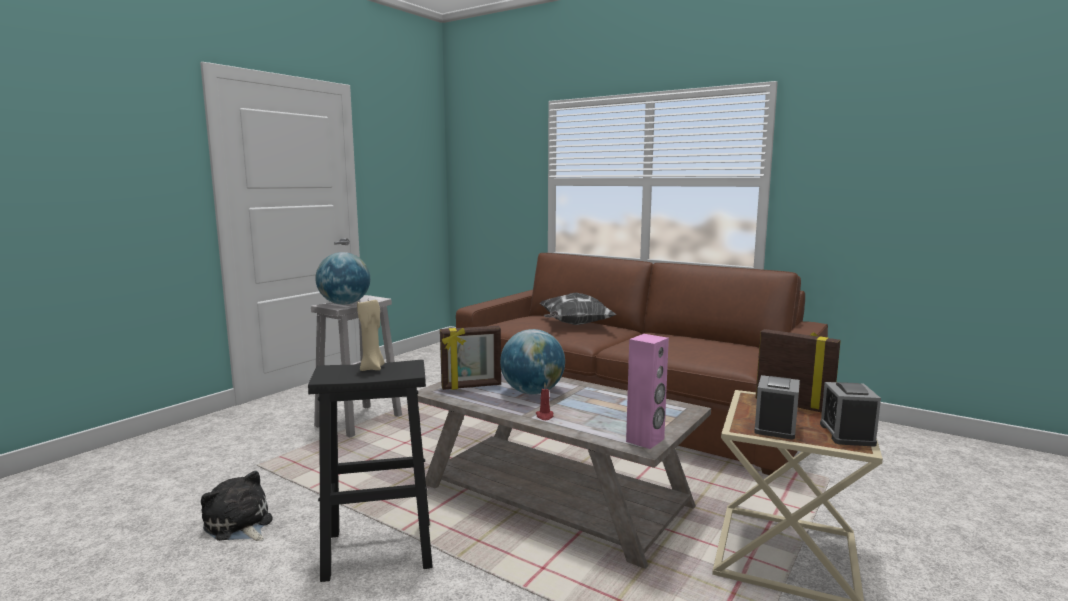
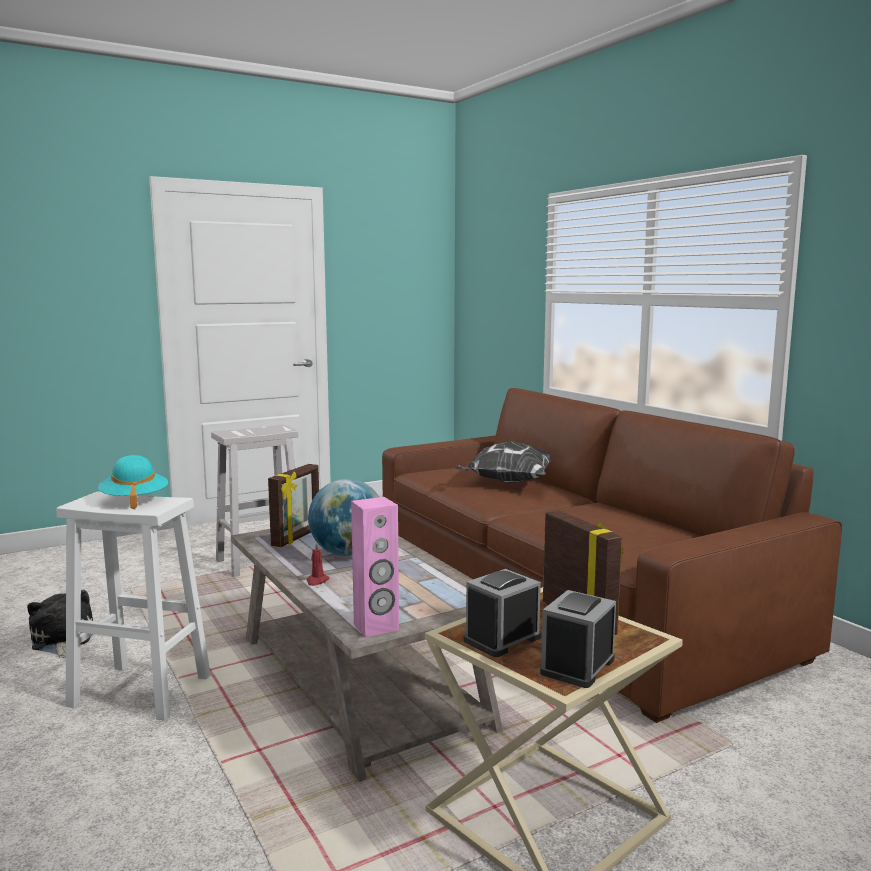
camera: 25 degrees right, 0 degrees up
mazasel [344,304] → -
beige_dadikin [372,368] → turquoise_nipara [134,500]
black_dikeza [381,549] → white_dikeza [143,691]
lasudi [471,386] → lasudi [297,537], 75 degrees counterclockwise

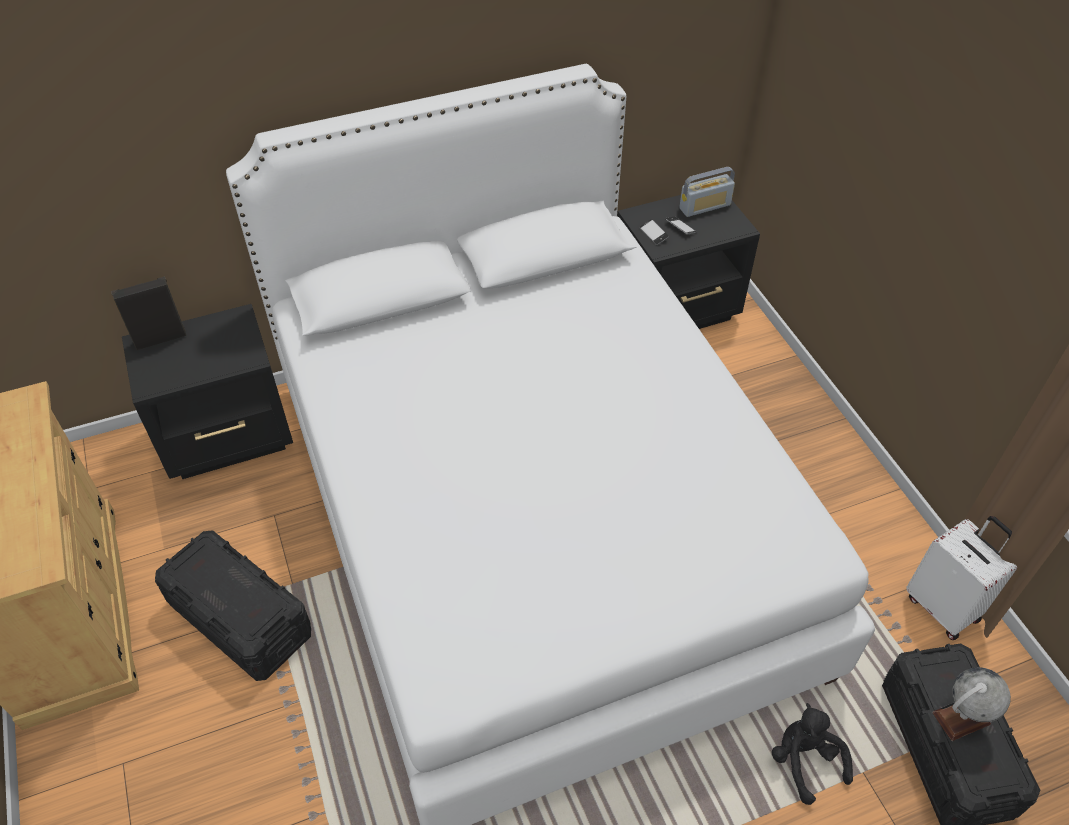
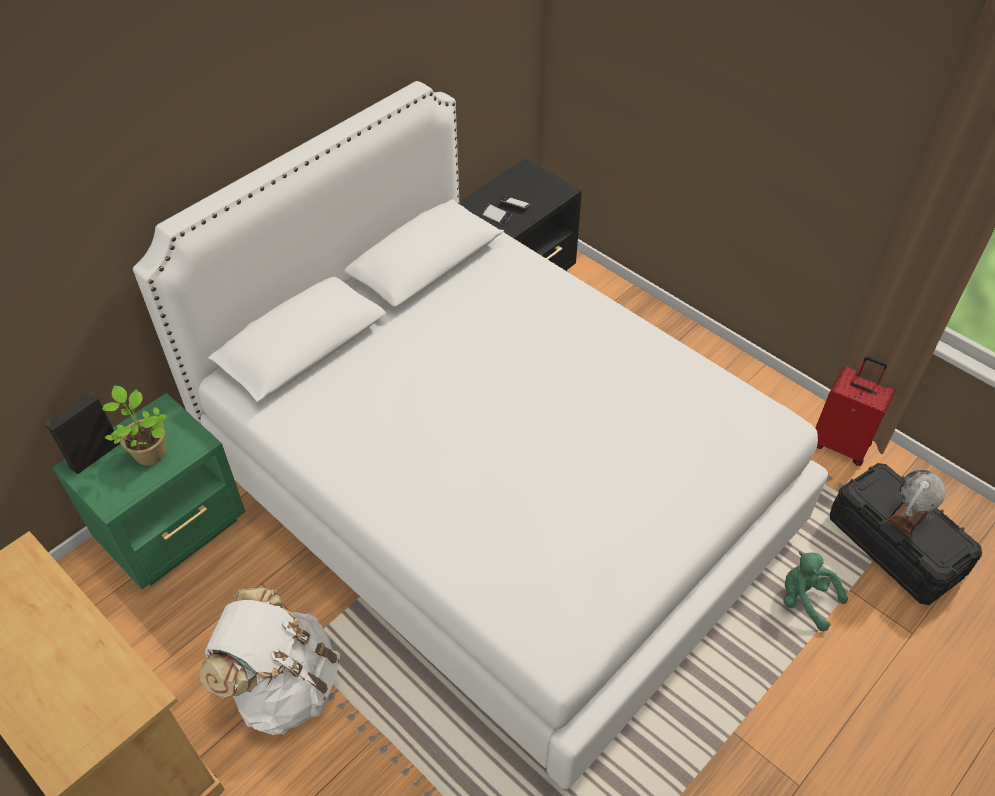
camera: 25 degrees left, 0 degrees up
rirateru [705,206] → -
- → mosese [149,452]
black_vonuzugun [241,618] → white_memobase [284,685]
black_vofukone [230,437] → green_vofukone [175,530]
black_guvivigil [804,761] → green_guvivigil [805,600]
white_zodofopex [943,607] → red_zodofopex [841,443]

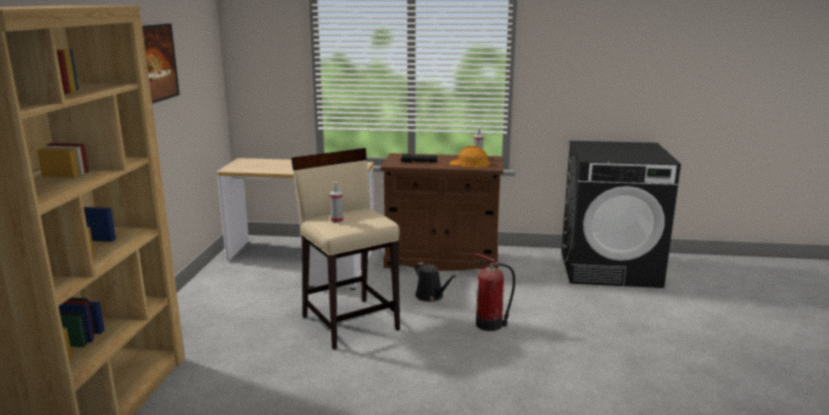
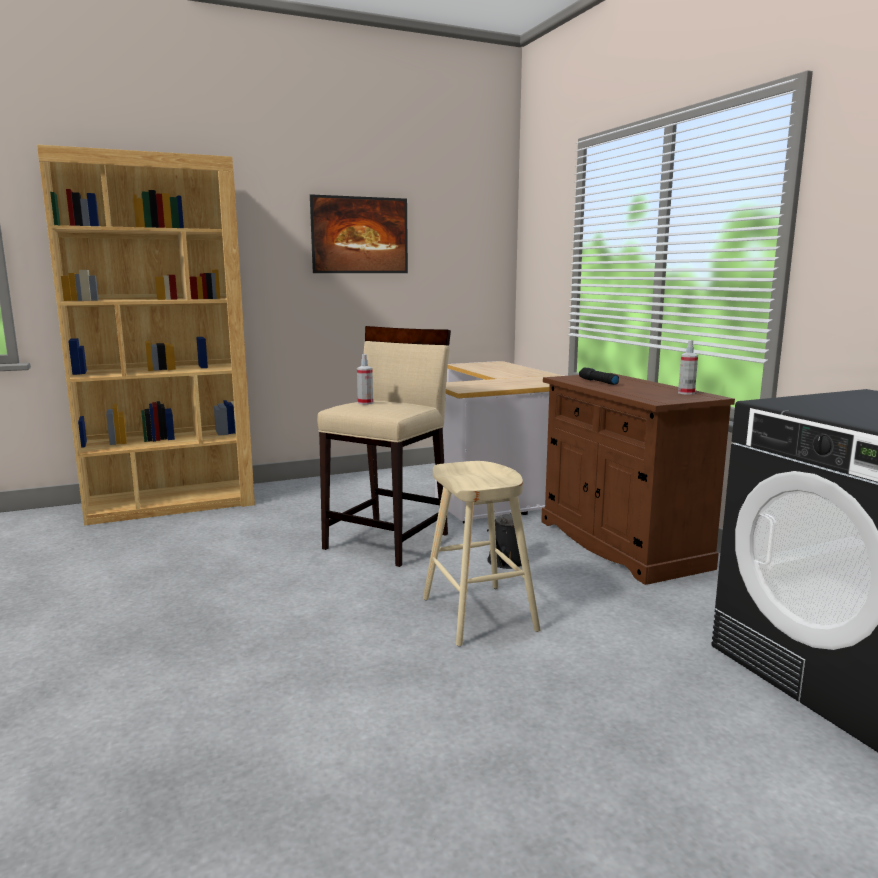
camera: 60 degrees right, 5 degrees down
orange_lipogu [470,164] → -
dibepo [491,324] → beige_dikeza [478,614]

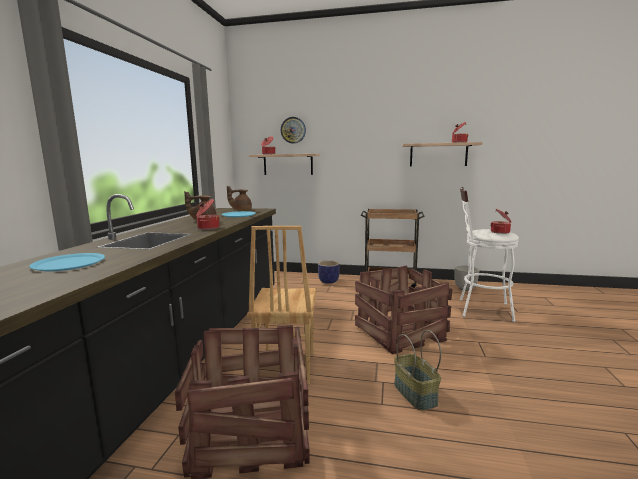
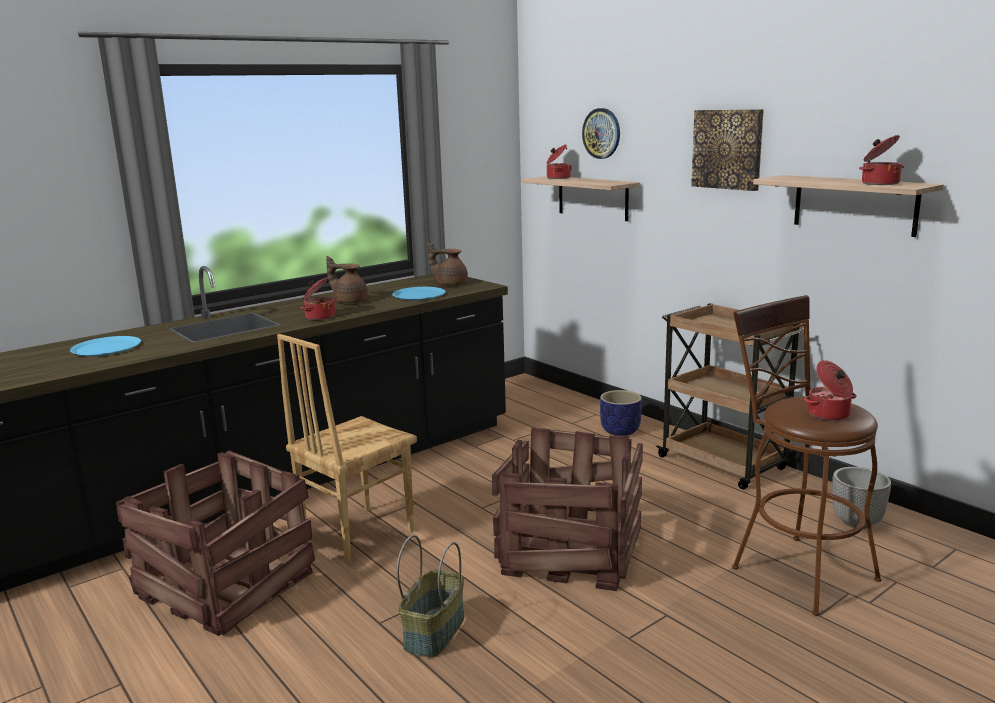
camera: 40 degrees right, 5 degrees up
- → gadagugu [727,149]
white_dikeza [479,309] → brown_dikeza [794,568]

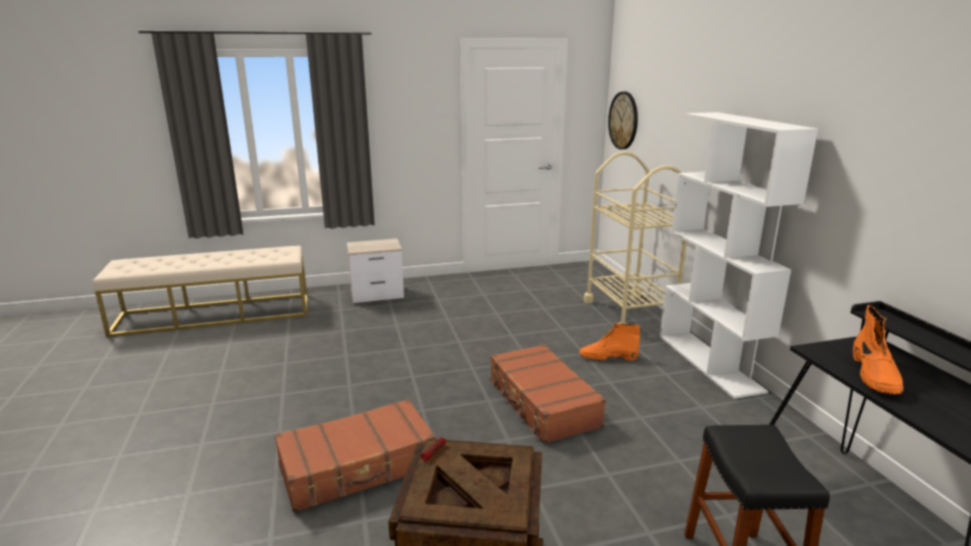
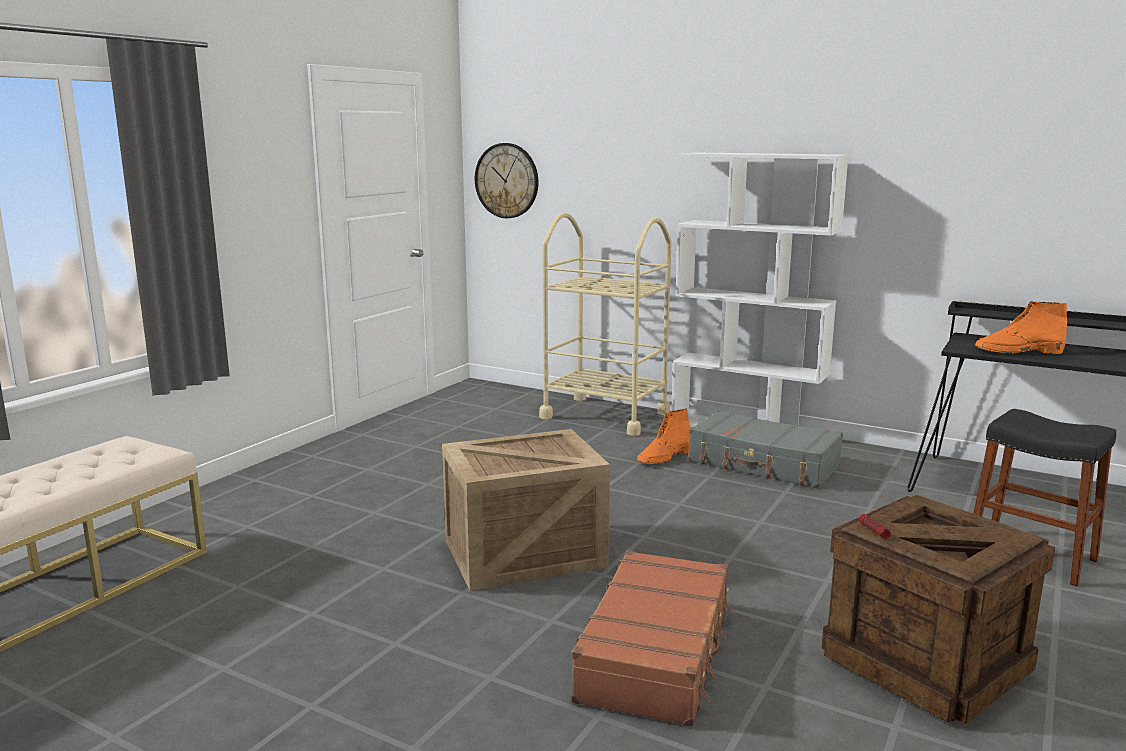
camera: 45 degrees left, 5 degrees down
vofukone [378,295] → -
brown_zodofopex [542,403] → -
- → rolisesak [526,553]
- → grey_zodofopex [763,464]
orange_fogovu [875,375] → orange_fogovu [1017,352], 120 degrees clockwise

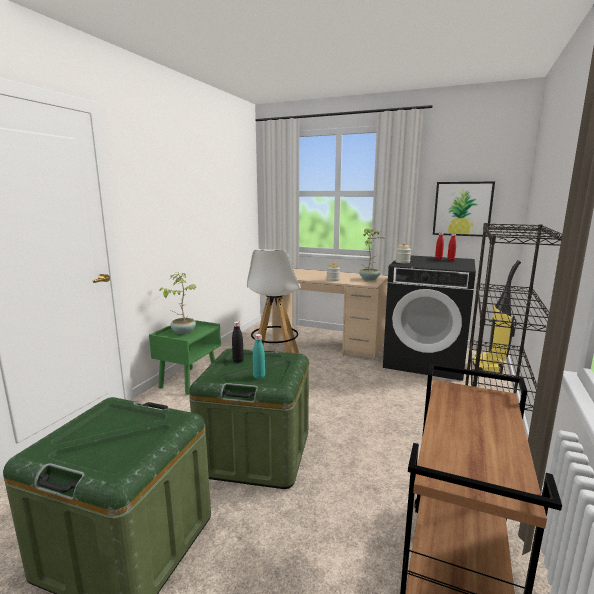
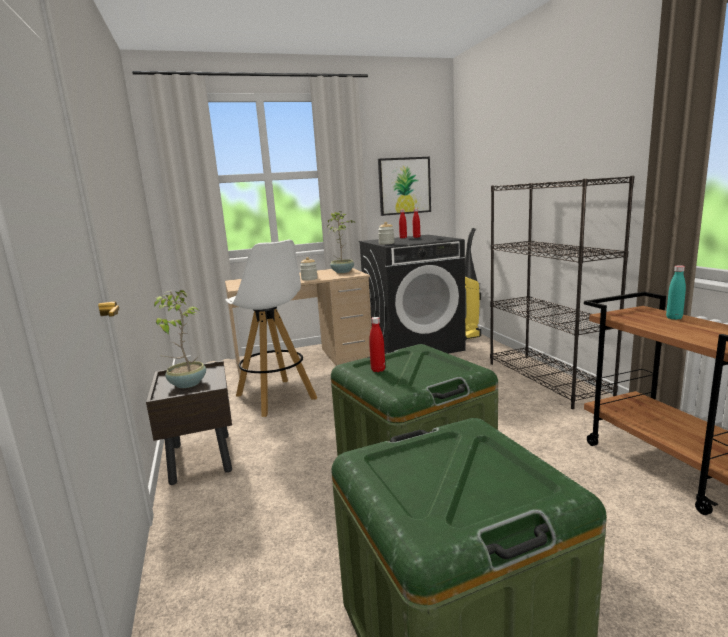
camera: 40 degrees left, 0 degrees up
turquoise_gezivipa [259,377] → turquoise_gezivipa [674,318], shifted
green_vofukone [189,380] → brown_vofukone [201,458]
black_gezivipa [238,361] → red_gezivipa [378,370]

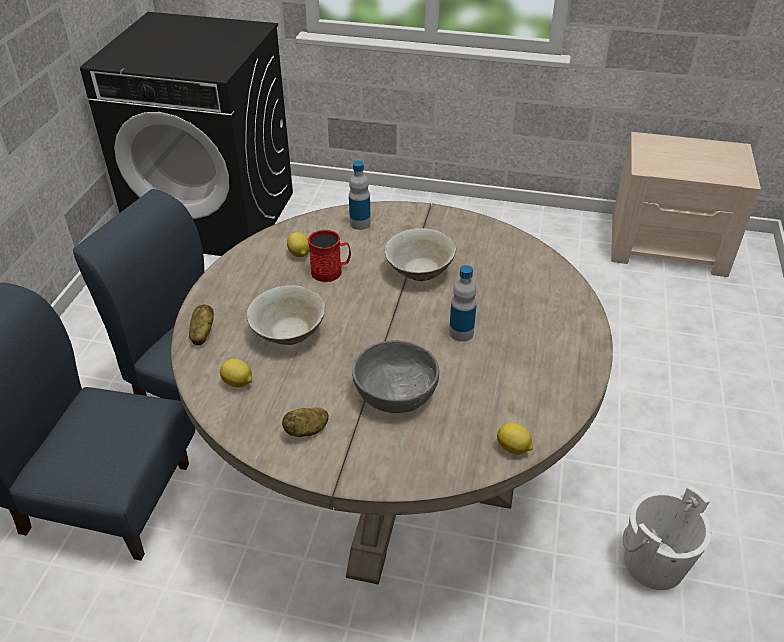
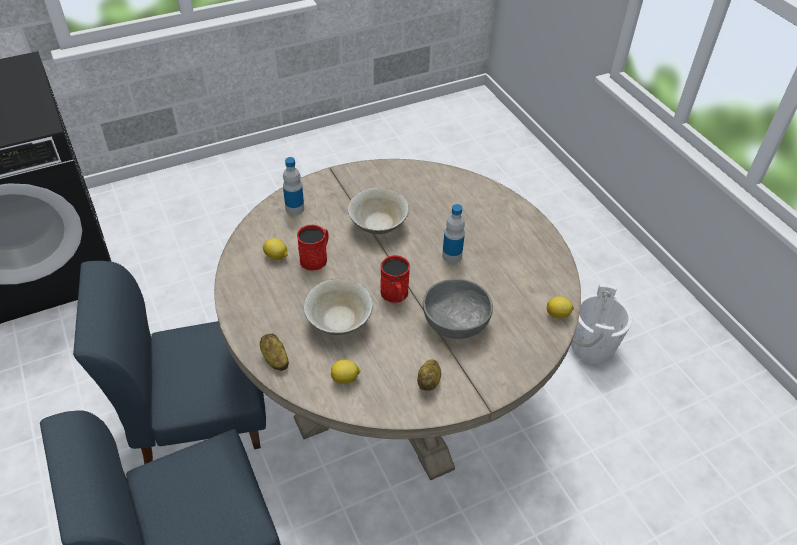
camera: 40 degrees left, 5 degrees up
beige_vofukone [668,245] → -
- → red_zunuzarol [395,295]

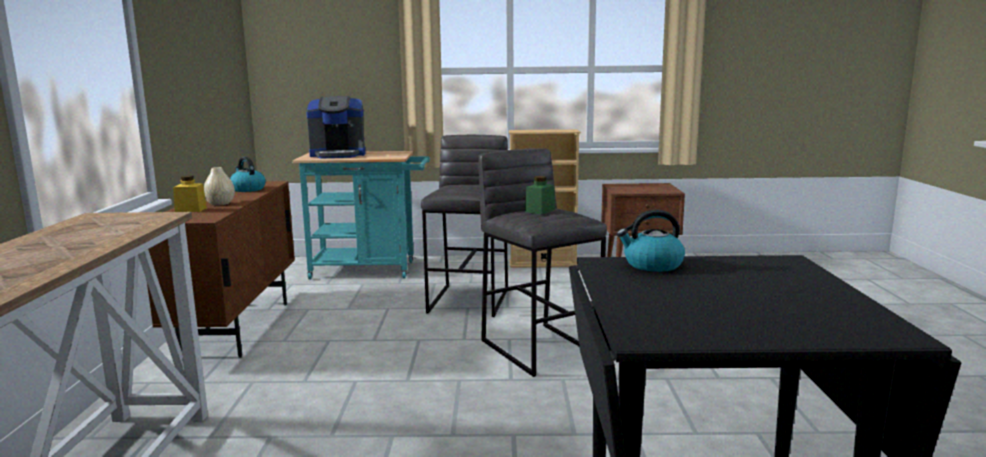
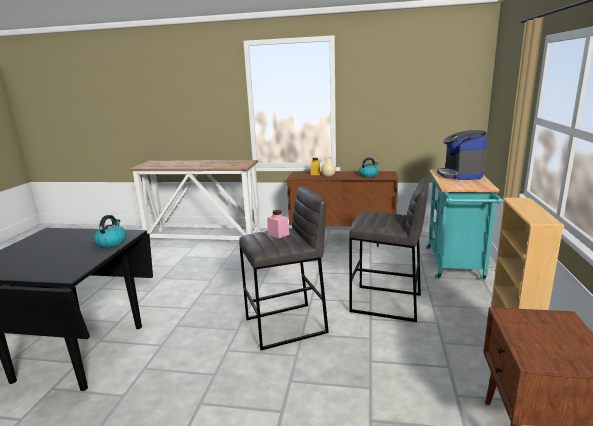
camera: 100 degrees right, 5 degrees up
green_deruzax [540,211] → pink_deruzax [278,234]

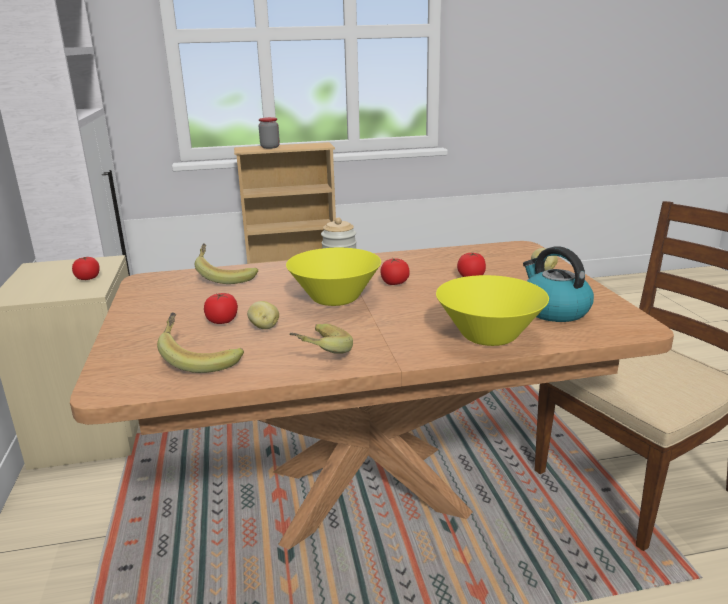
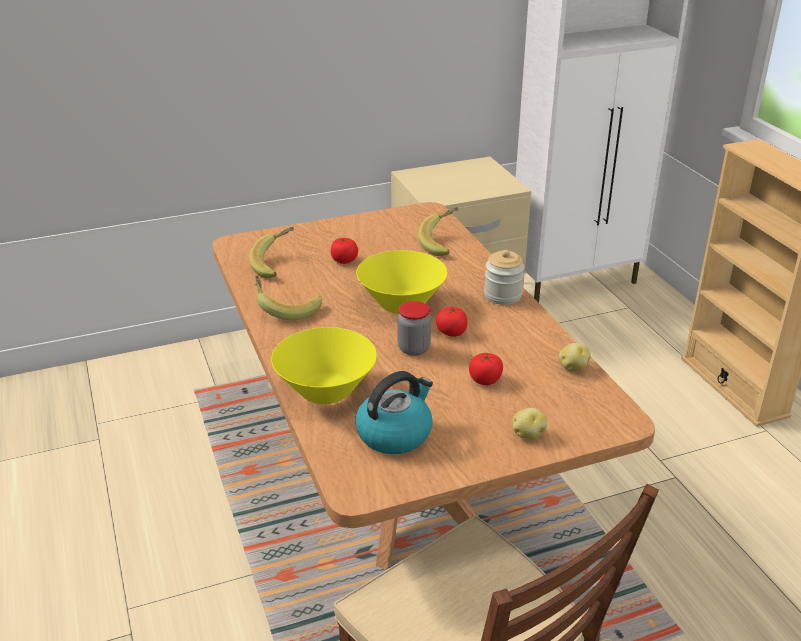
camera: 80 degrees right, 10 degrees up
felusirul [88,278] → -
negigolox [264,327] → negigolox [573,368], shifted
deruzax [270,147] → deruzax [414,348], shifted

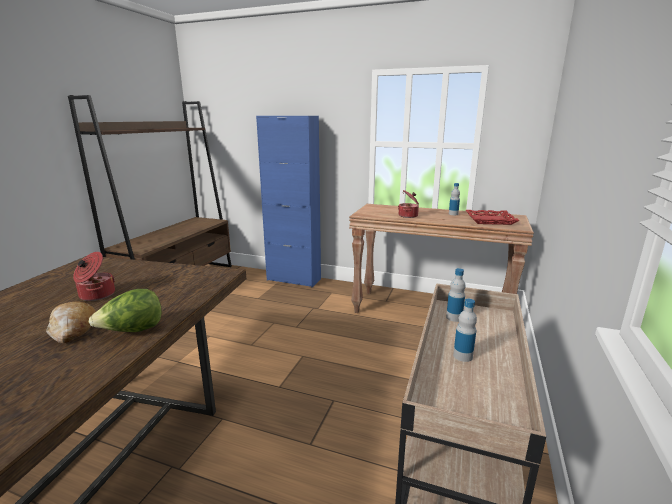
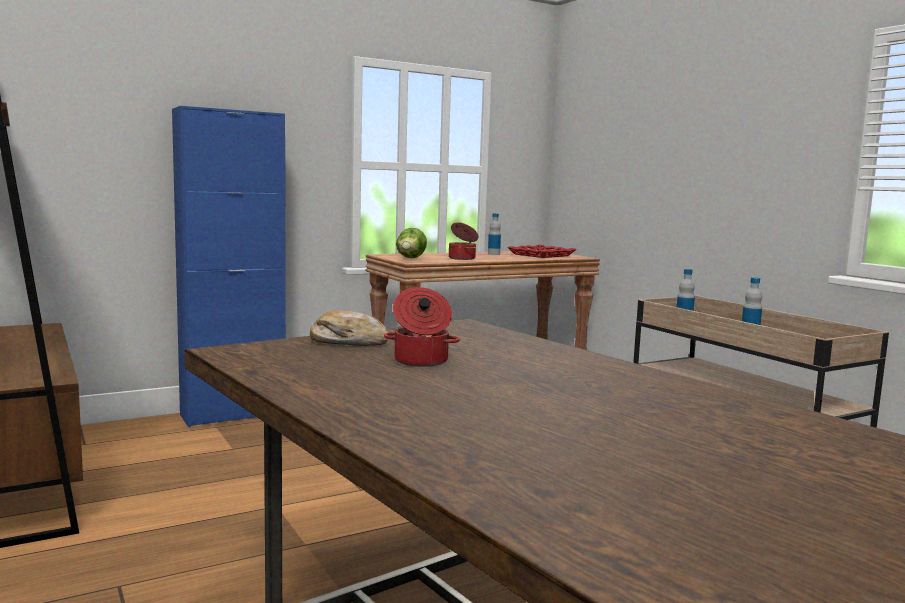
camera: 50 degrees left, 10 degrees down
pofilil [73,328] → pofilil [348,342], shifted
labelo [133,331] → labelo [410,259], shifted

